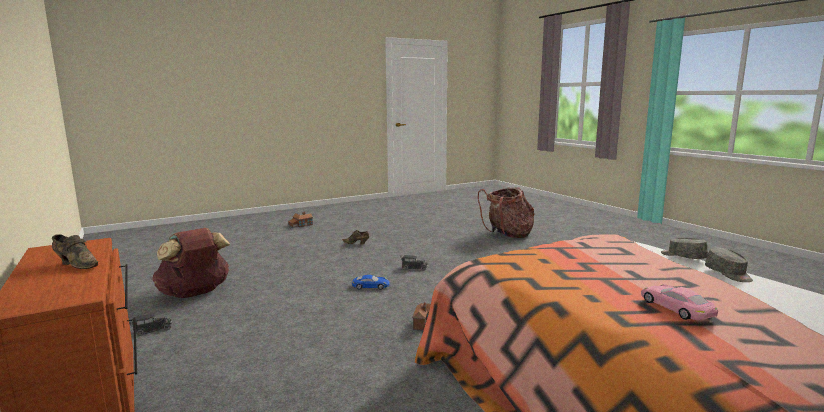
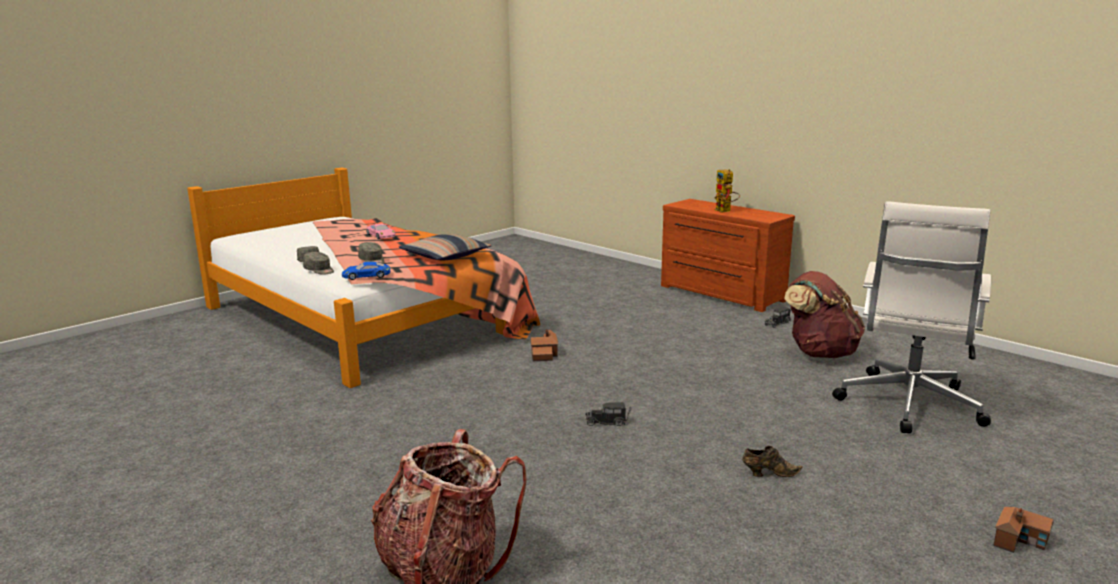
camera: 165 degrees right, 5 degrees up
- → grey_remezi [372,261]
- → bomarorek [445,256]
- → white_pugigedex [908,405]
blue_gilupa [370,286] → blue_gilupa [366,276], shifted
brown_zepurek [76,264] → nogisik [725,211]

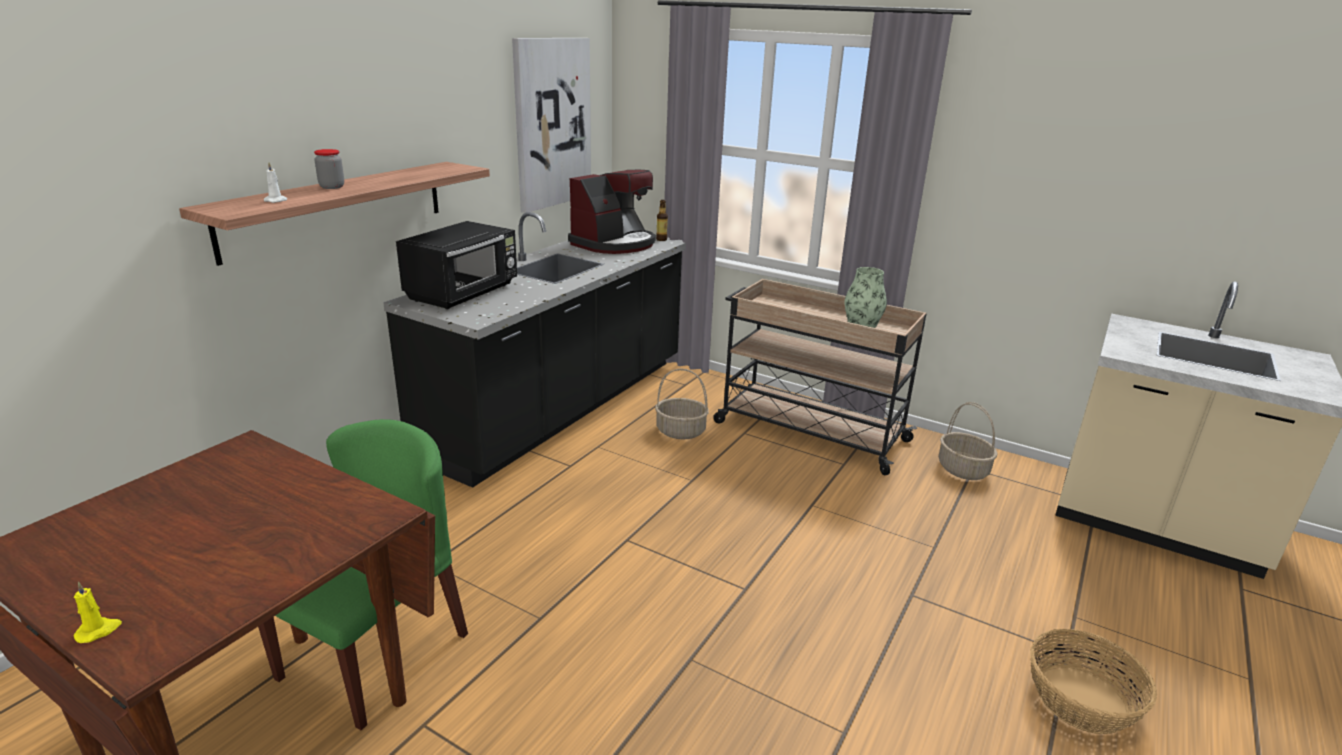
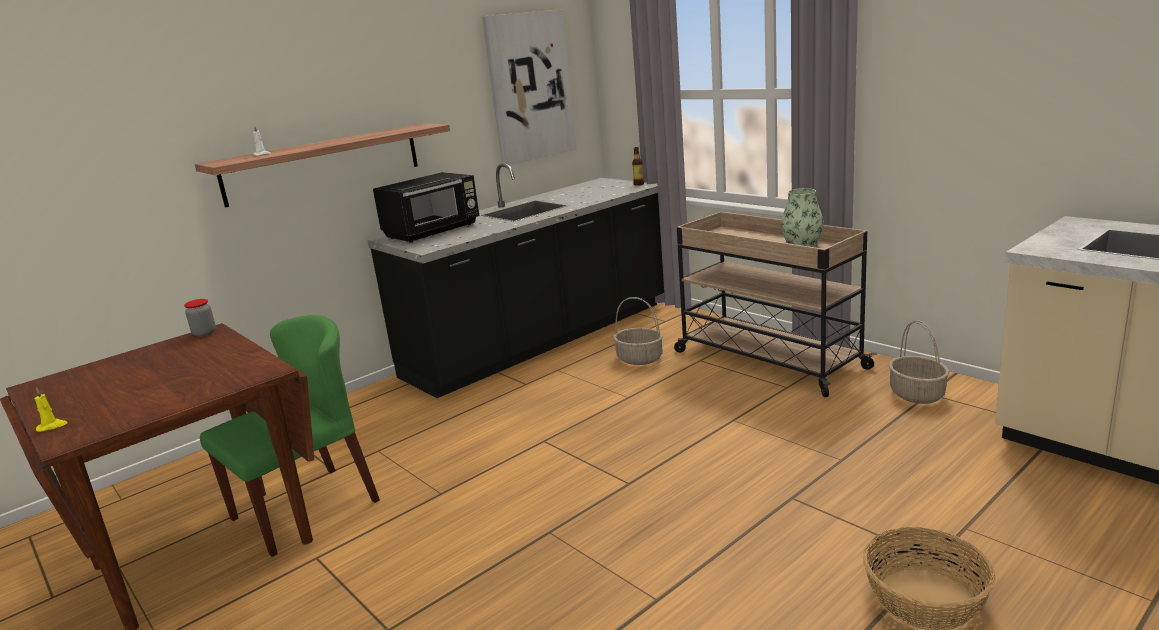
camera: 20 degrees right, 5 degrees down
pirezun [614,244] → -
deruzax [332,187] → deruzax [204,333], shifted

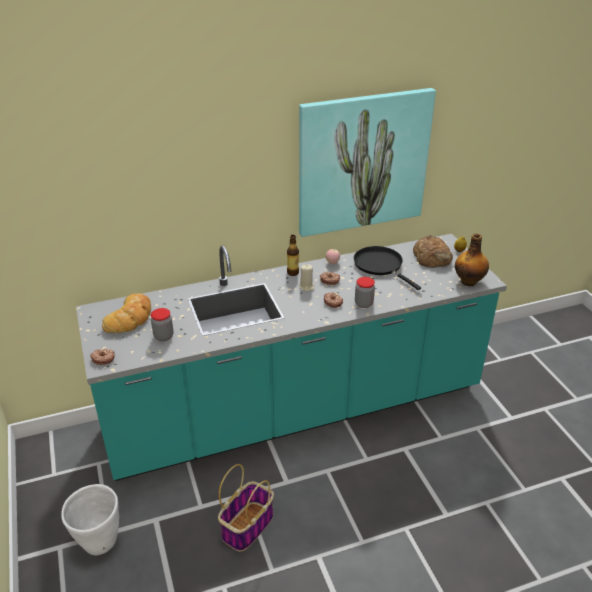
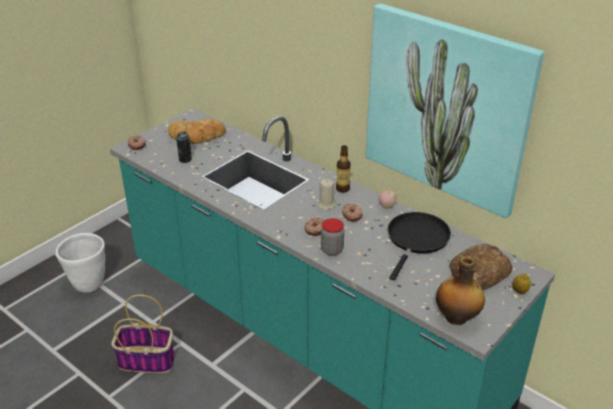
camera: 60 degrees right, 0 degrees up
deruzax [163,336] → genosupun [185,159]

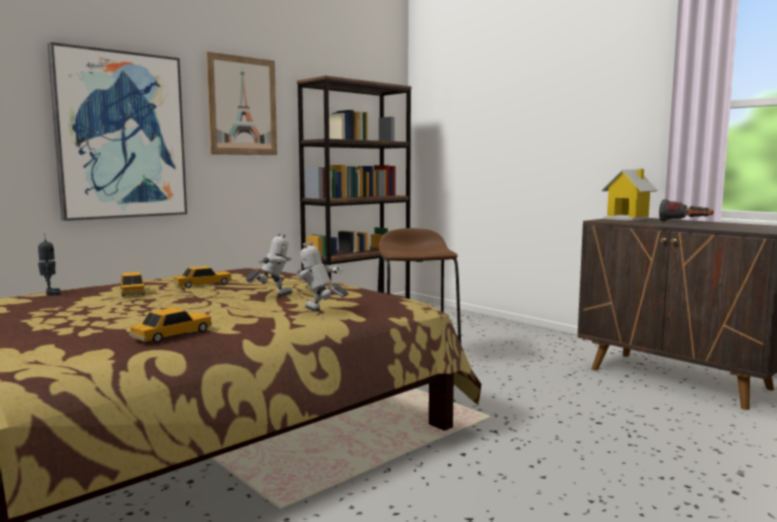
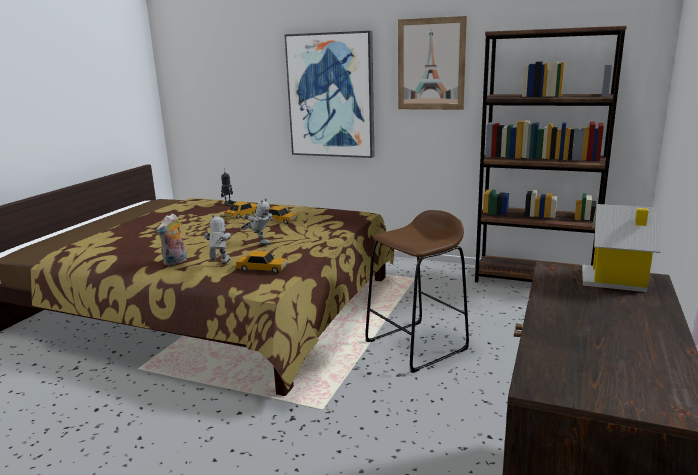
camera: 65 degrees right, 10 degrees up
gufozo [684,222] → -
- → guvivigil [175,262]
gilupa [172,335] → gilupa [262,269], shifted

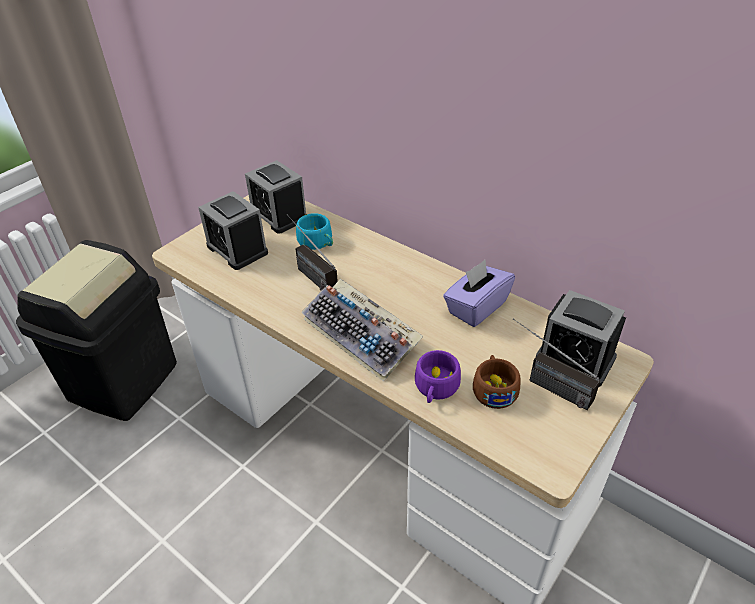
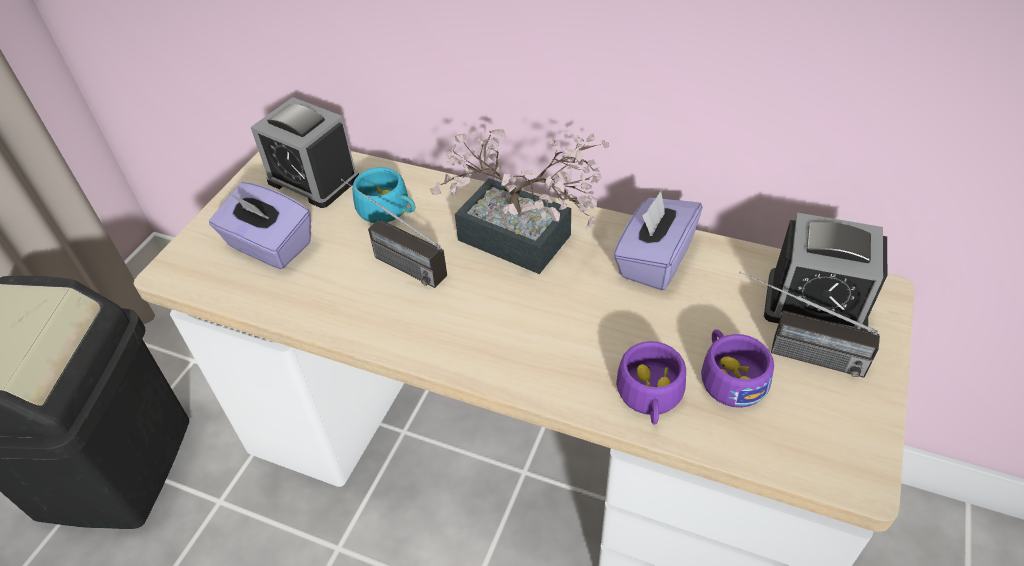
camera: 15 degrees left, 5 degrees up
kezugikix [362,336] → -
- → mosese [525,243]
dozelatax [237,249] → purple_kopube [269,246]
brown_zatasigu [494,388] → purple_zatasigu [729,377]

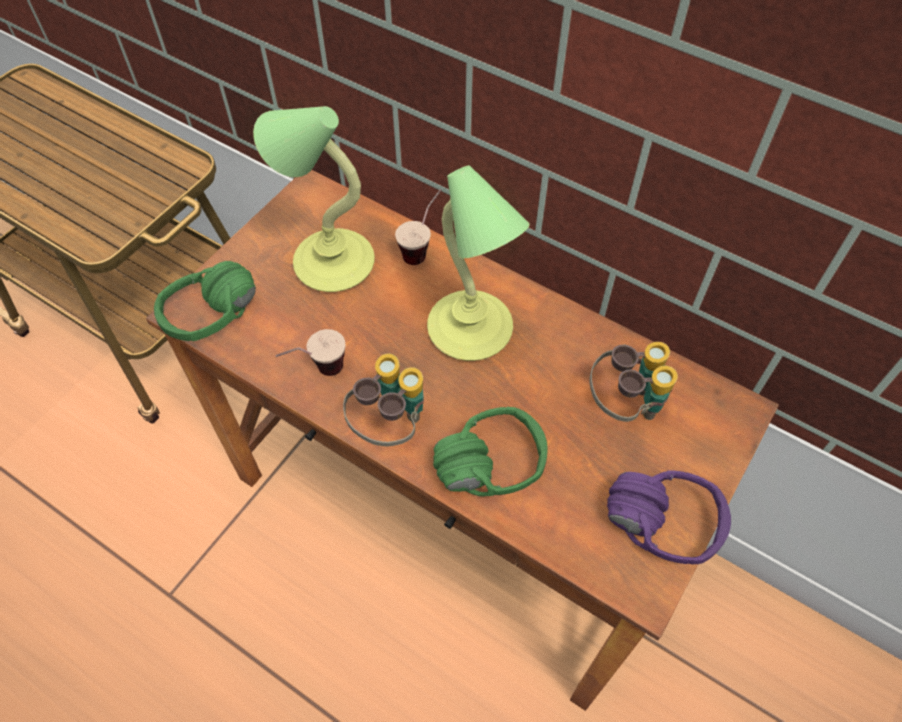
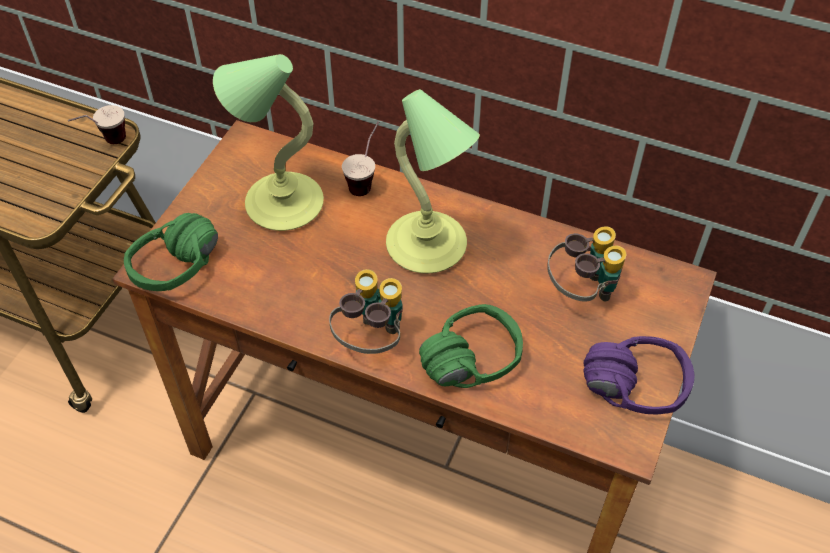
camera: 10 degrees left, 5 degrees down
zatasigu [317,373] → zatasigu [105,144], shifted

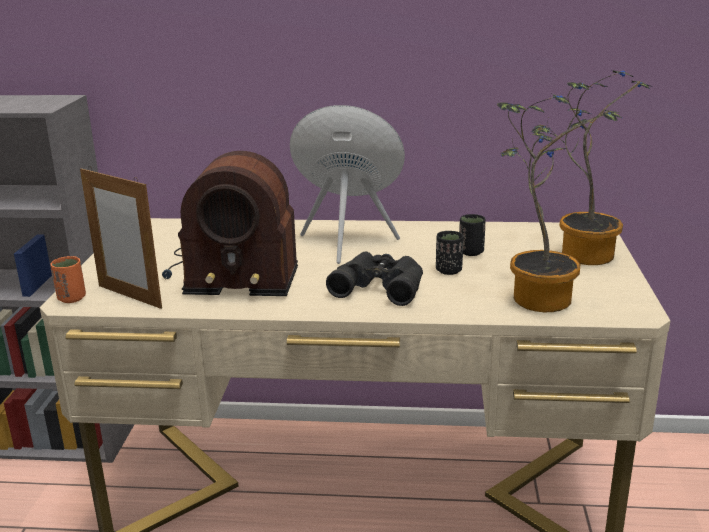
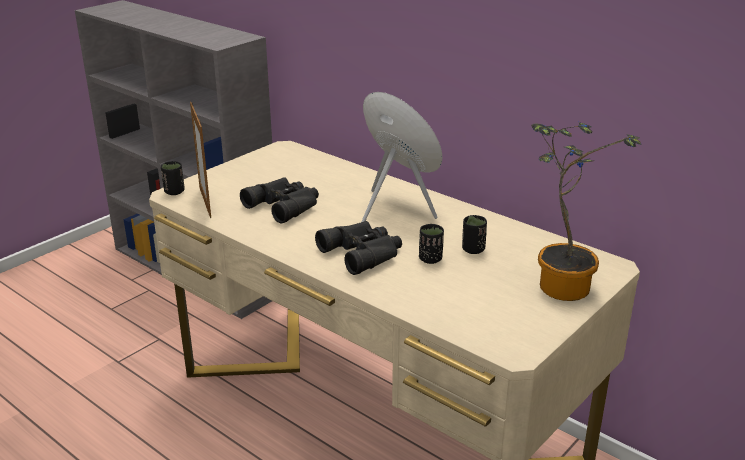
camera: 35 degrees right, 5 degrees up
mosese [537,296] → -
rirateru [230,272] → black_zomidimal [285,205]
orange_zatasigu [72,298] → black_zatasigu [174,192]

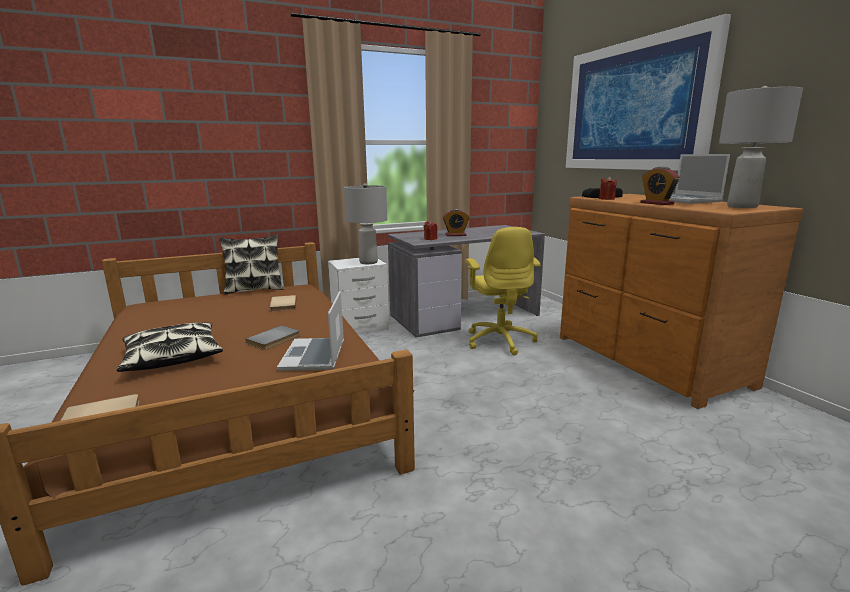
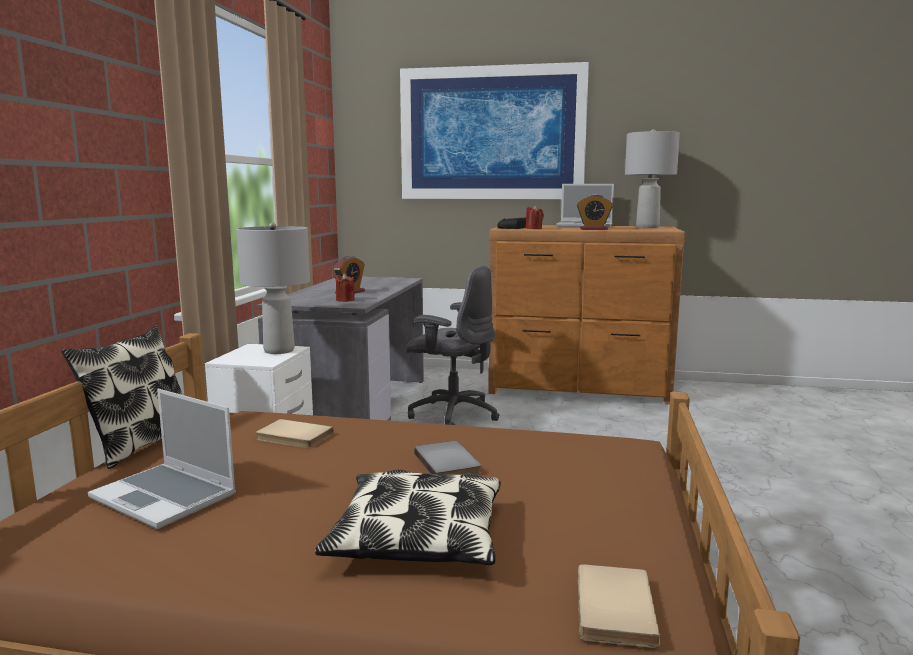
camera: 55 degrees left, 5 degrees down
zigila [314,356] → zigila [166,497], shifted
yellow_pugigedex [500,340] → grey_pugigedex [452,414]

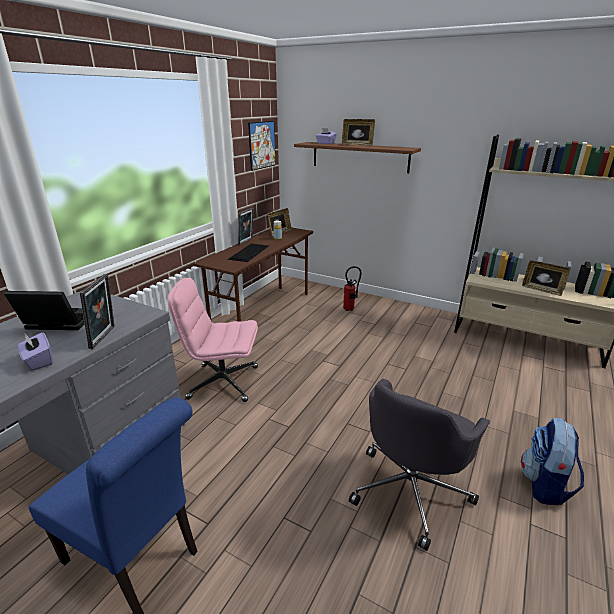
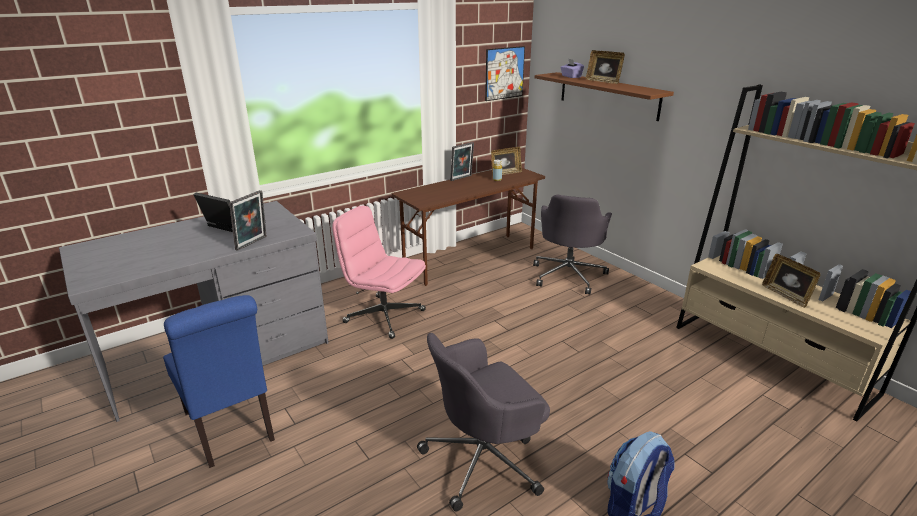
camera: 25 degrees right, 0 degrees up
purple_kopube [38,361] → -
kezugikix [249,252] → -
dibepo [350,309] → grey_pugigedex [568,275]

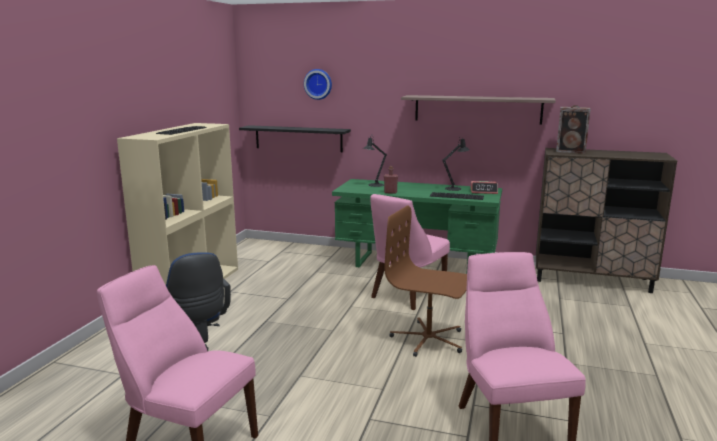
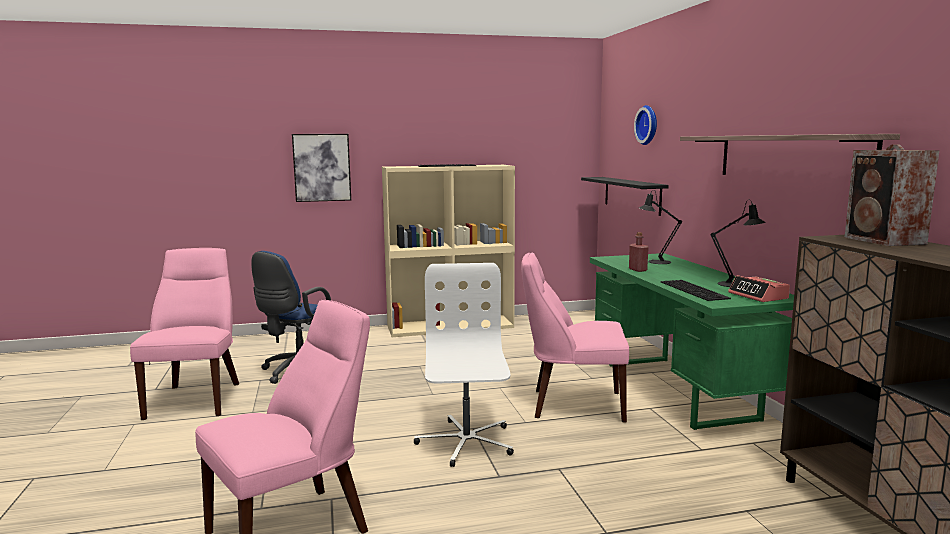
camera: 60 degrees right, 5 degrees down
- → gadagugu [322,167]
brown_pugigedex [428,340] → white_pugigedex [465,442]

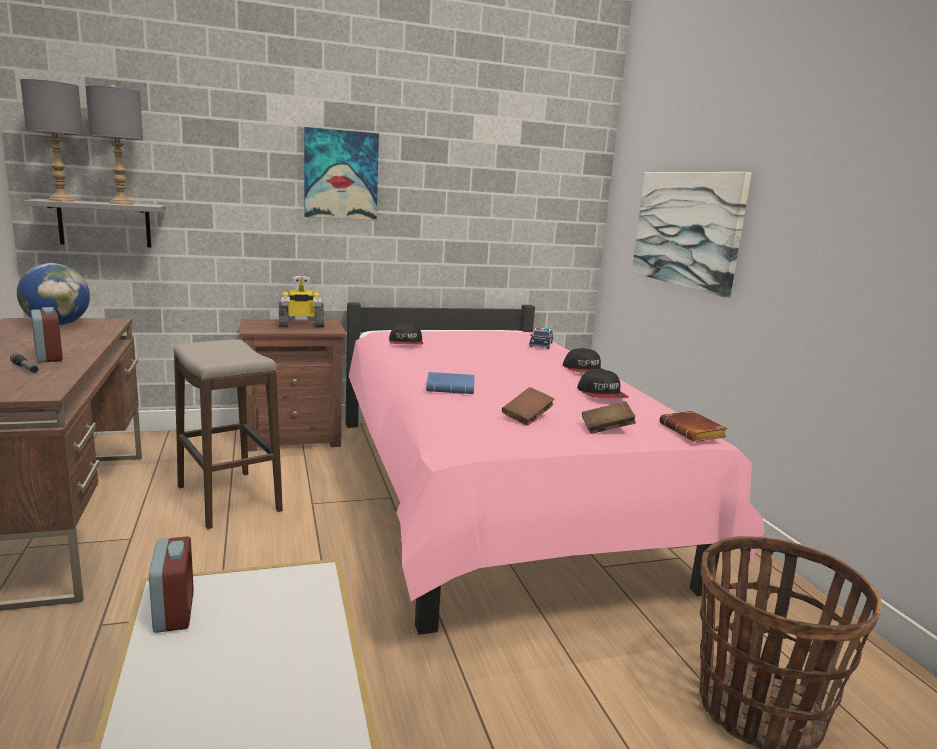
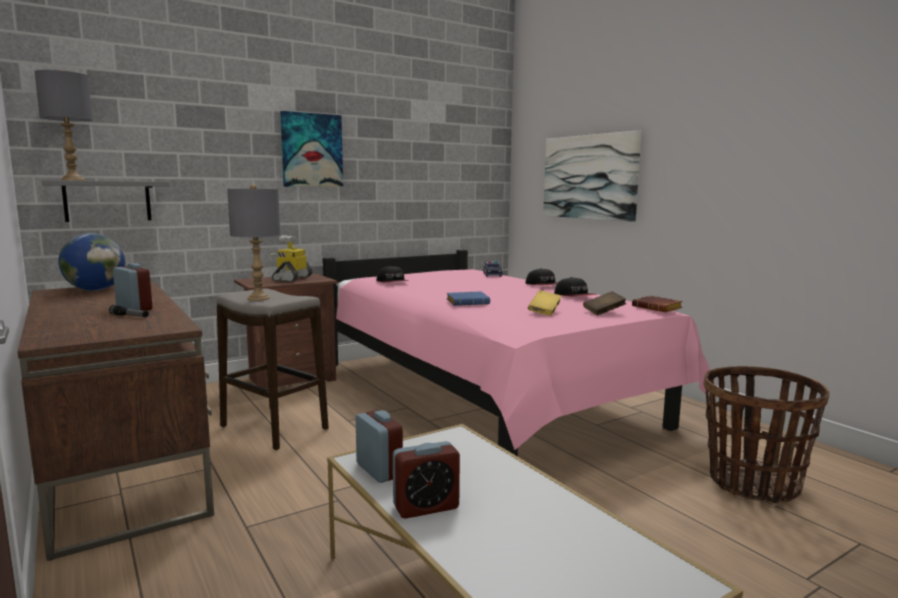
camera: 15 degrees left, 5 degrees down
- → dozelatax [426,507]
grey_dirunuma [122,203] → grey_dirunuma [259,298], shifted
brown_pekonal [527,417] → yellow_pekonal [544,312]
nogisik [301,325] → nogisik [292,279], 135 degrees clockwise

